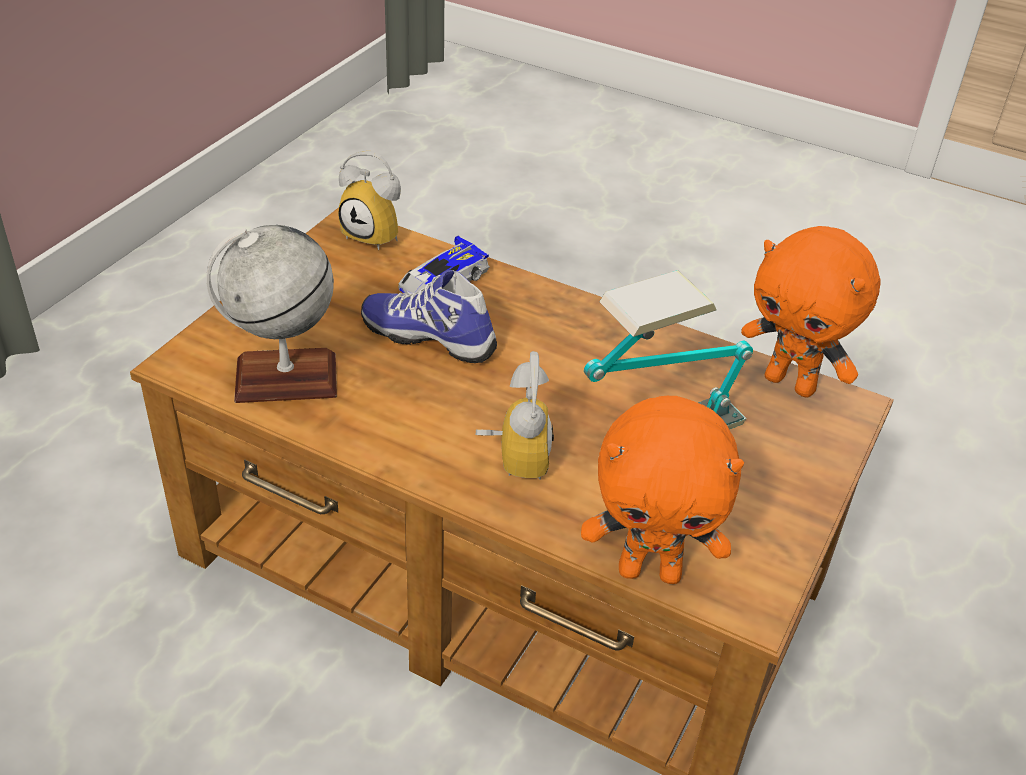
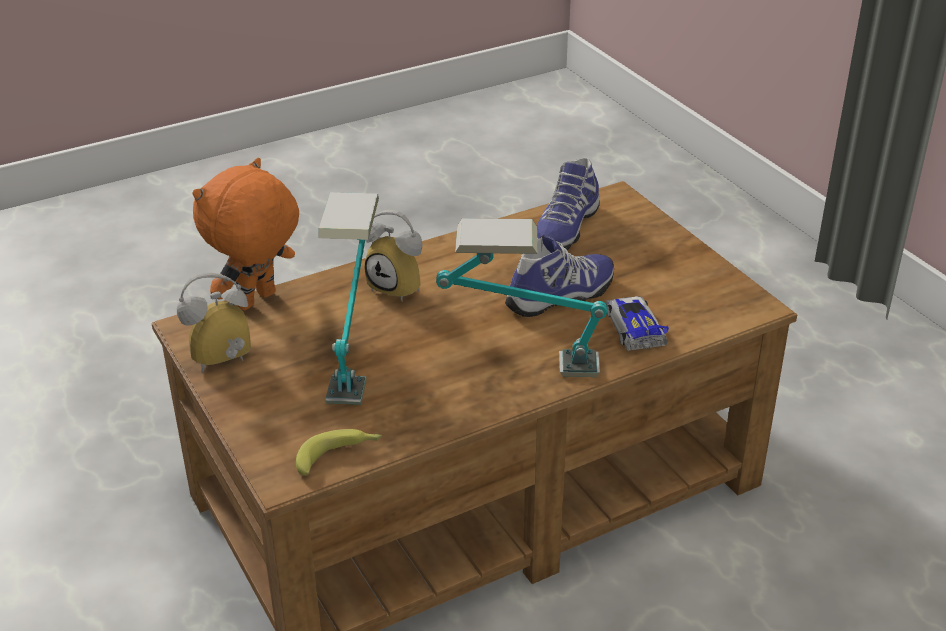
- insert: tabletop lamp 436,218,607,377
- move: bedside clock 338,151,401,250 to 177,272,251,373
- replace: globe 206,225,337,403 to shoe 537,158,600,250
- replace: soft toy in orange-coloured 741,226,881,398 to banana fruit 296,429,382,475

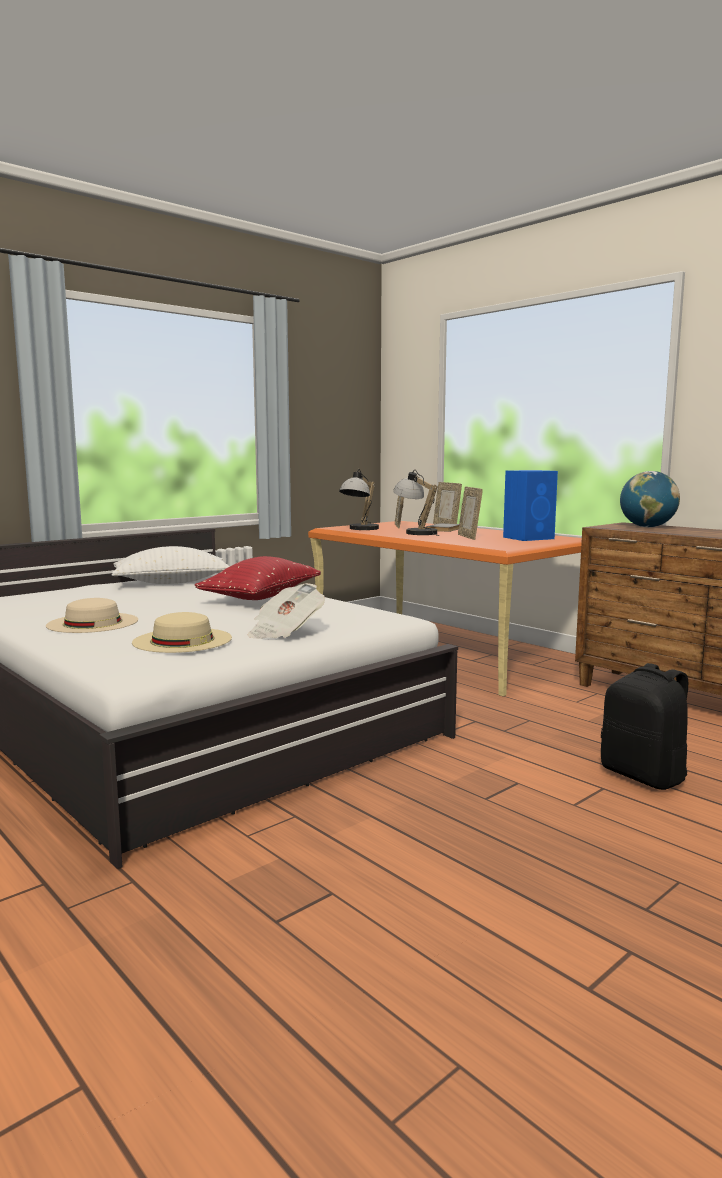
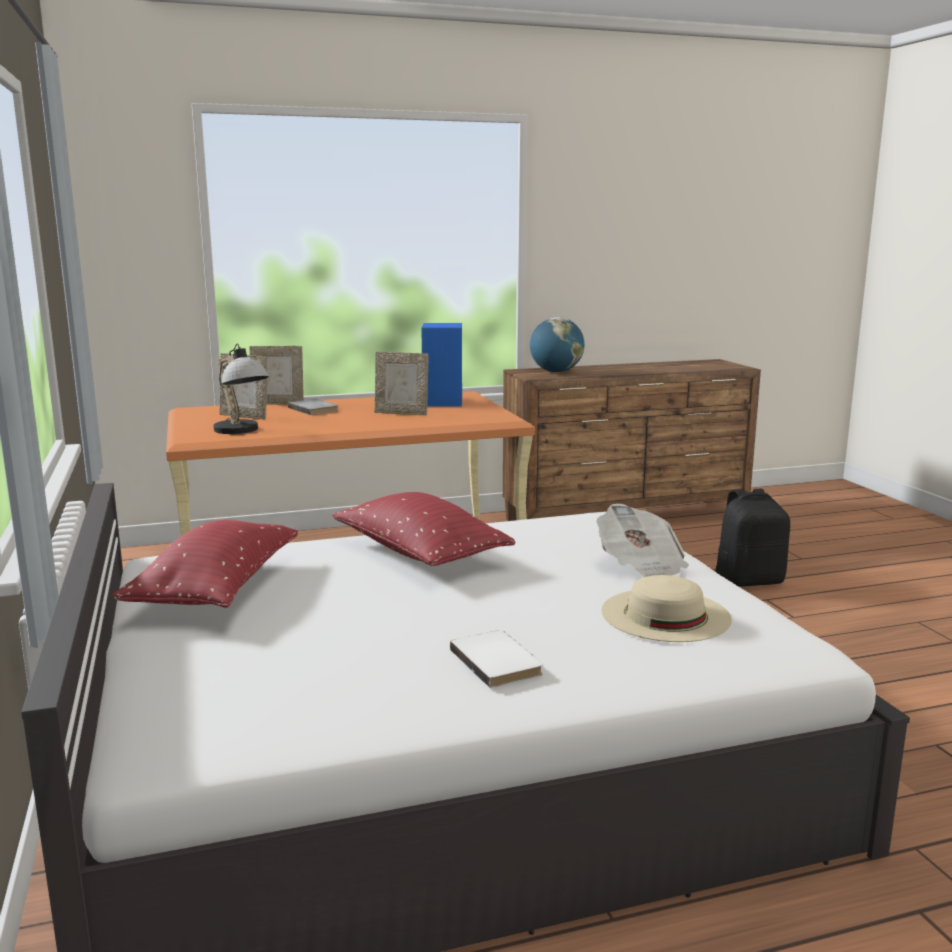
- delete: tabletop lamp 393,470,440,536
- replace: wearable hat in sand-coloured 46,598,138,633 to volume in white 450,630,543,688
- recolor: throw pillow in white 112,546,230,584 to throw pillow in red-coloured 113,520,298,608

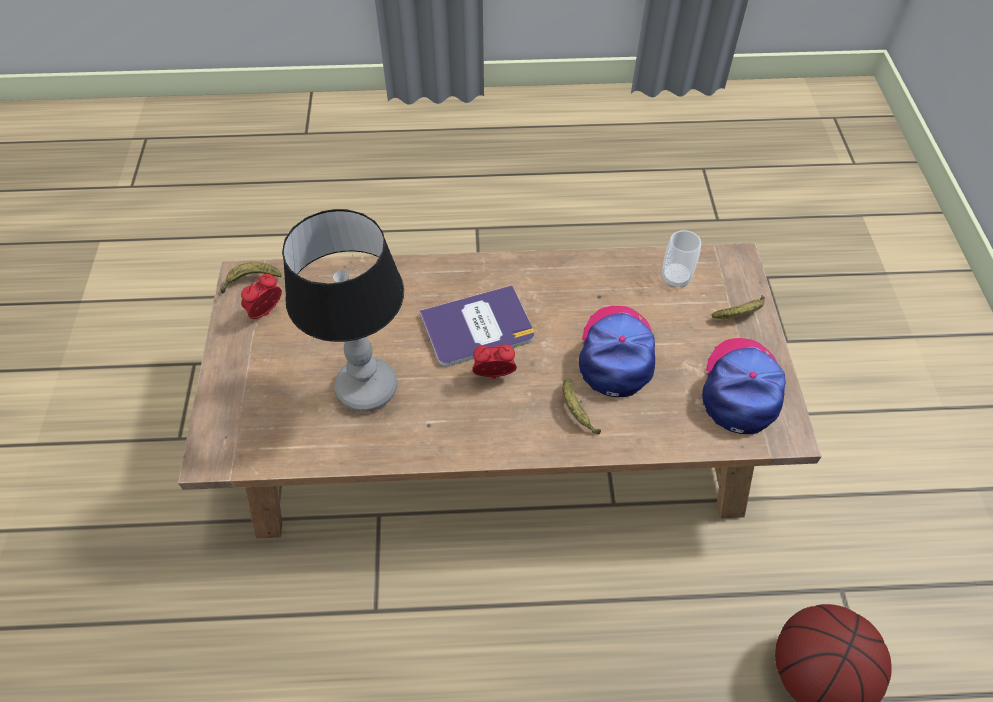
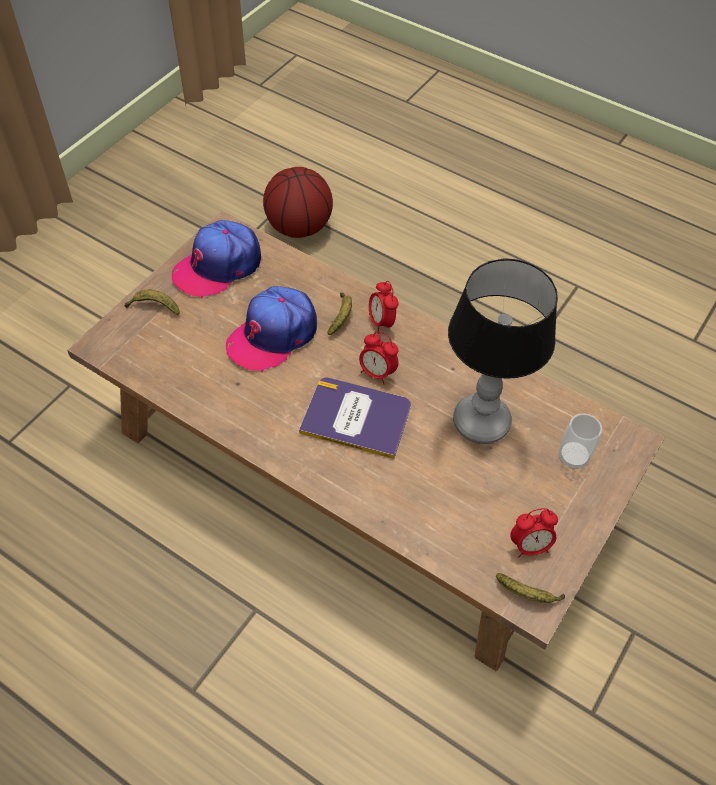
- insert: bedside clock 369,281,399,334
- move: drinking cup 662,230,701,287 to 559,414,602,470

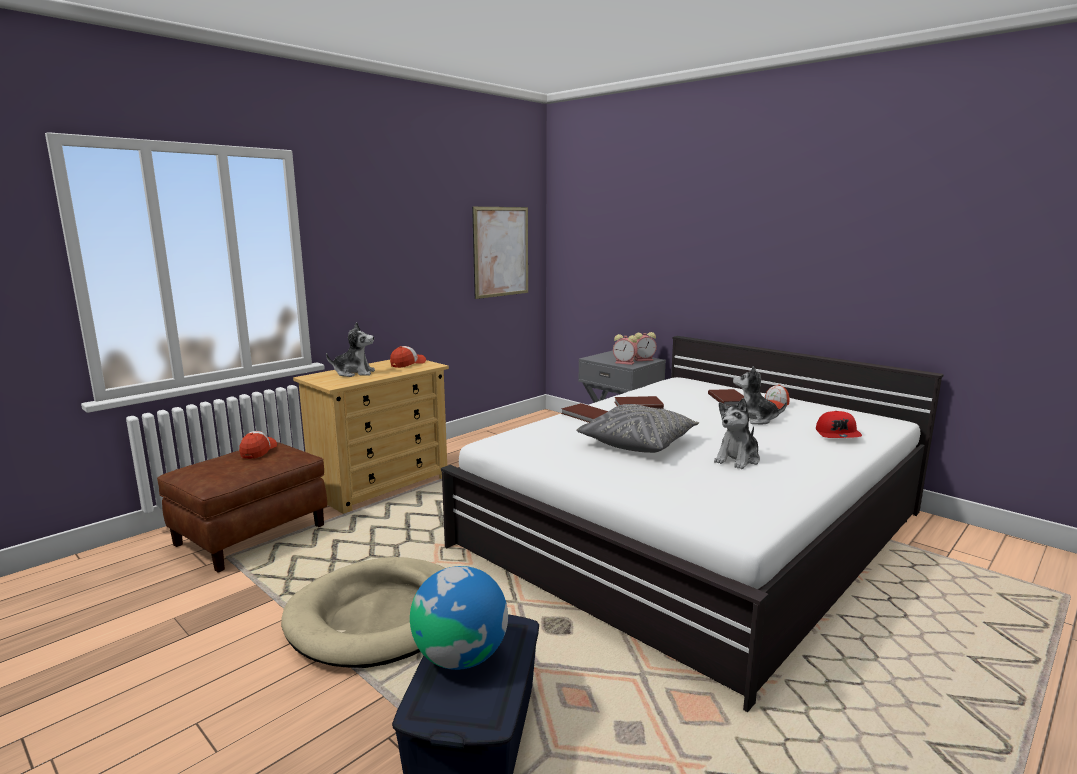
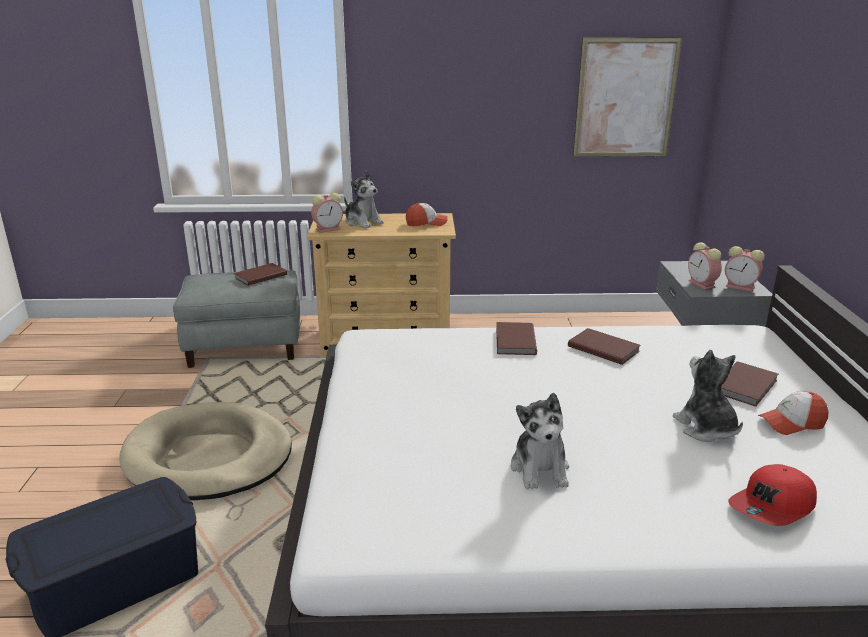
- delete: globe 410,566,508,670
- delete: throw pillow in grey 576,404,699,453
- insert: bedside clock 311,193,343,233
- replace: peaked cap 239,431,277,459 to volume in brown-coloured 234,263,287,286
- recolor: ottoman in brown-coloured 157,442,327,572 to ottoman in grey 173,270,300,368
- rotate: soft toy 714,398,760,469 = 511,393,569,489 90 degrees counterclockwise

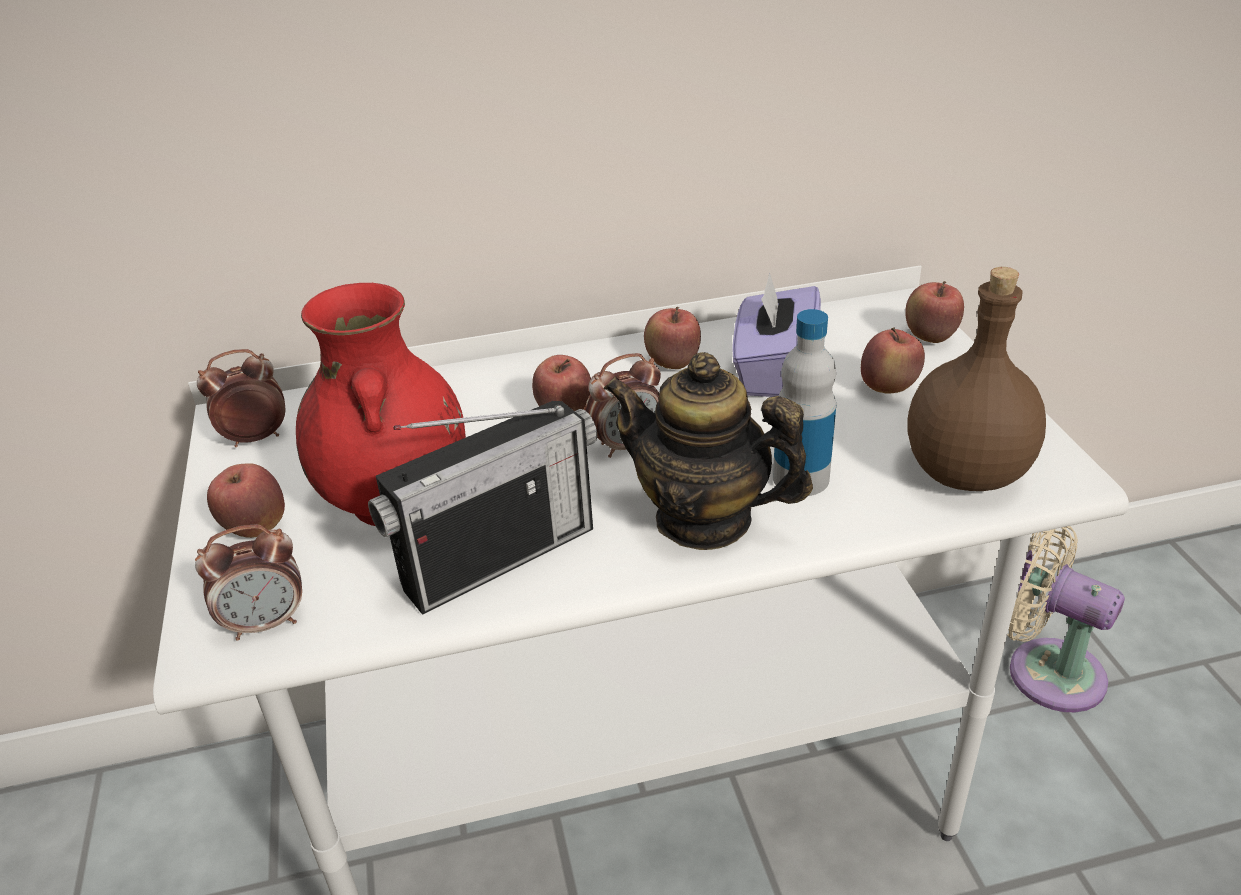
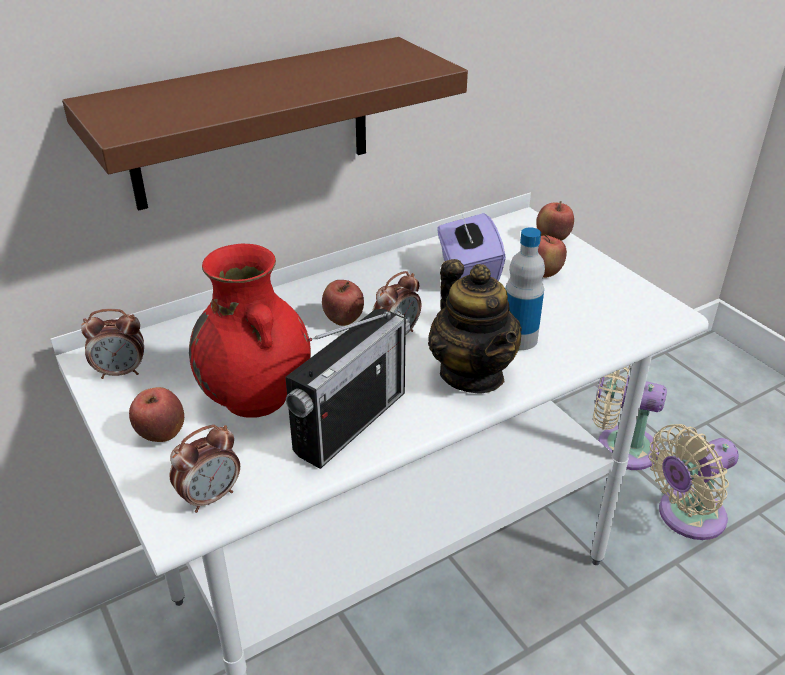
- delete: apple 644,307,701,369
- delete: beverage bottle in brown-coloured 907,267,1046,491
- insert: bracket shelf in brown-coloured 62,37,468,211
- insert: fan in sand-coloured 649,424,739,540
- rotate: bedside clock 197,349,286,447 = 81,309,144,379 150 degrees counterclockwise
- rotate: teapot 604,352,813,550 = 428,259,522,393 120 degrees counterclockwise

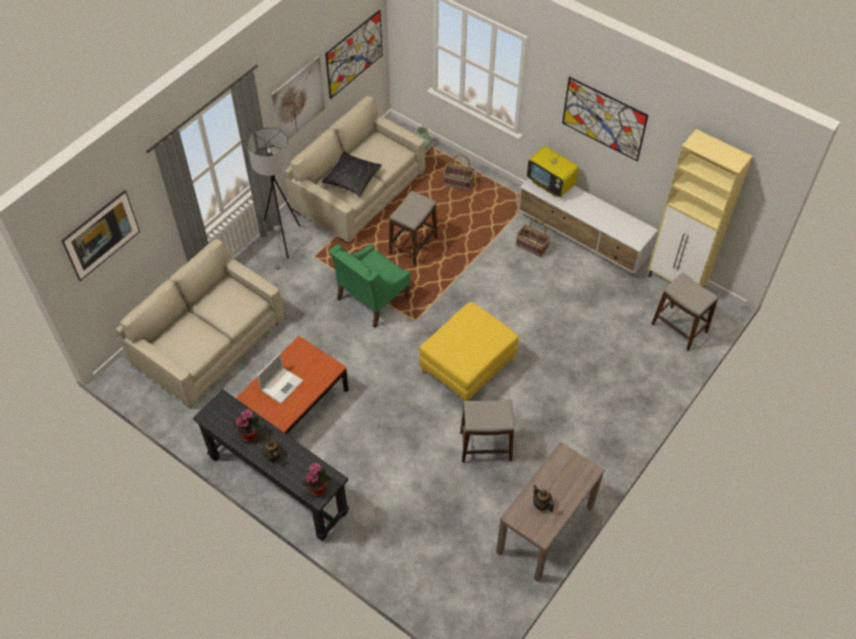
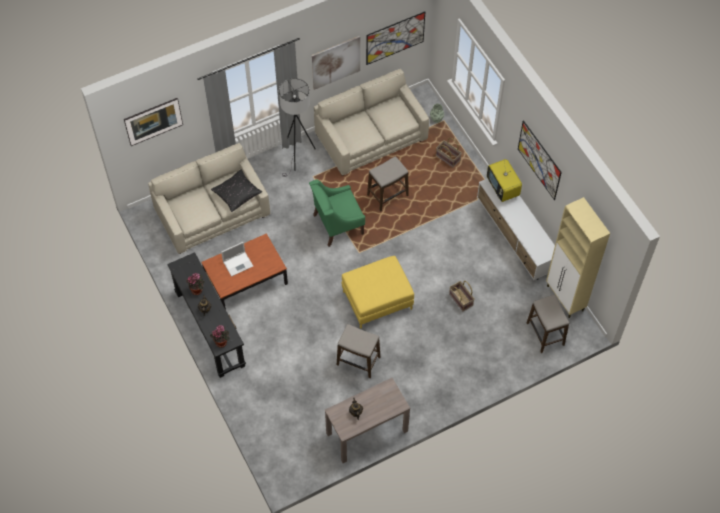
- move: throw pillow in blackish 322,152,382,196 to 211,170,262,212
- move: basket 516,218,551,257 to 449,281,475,312

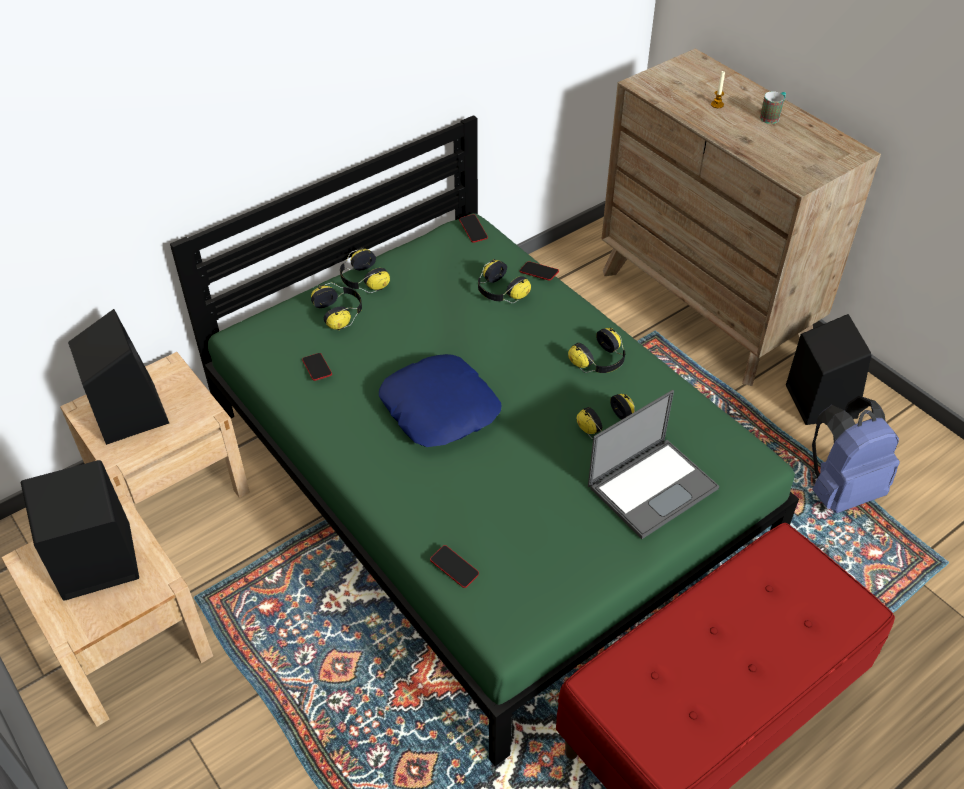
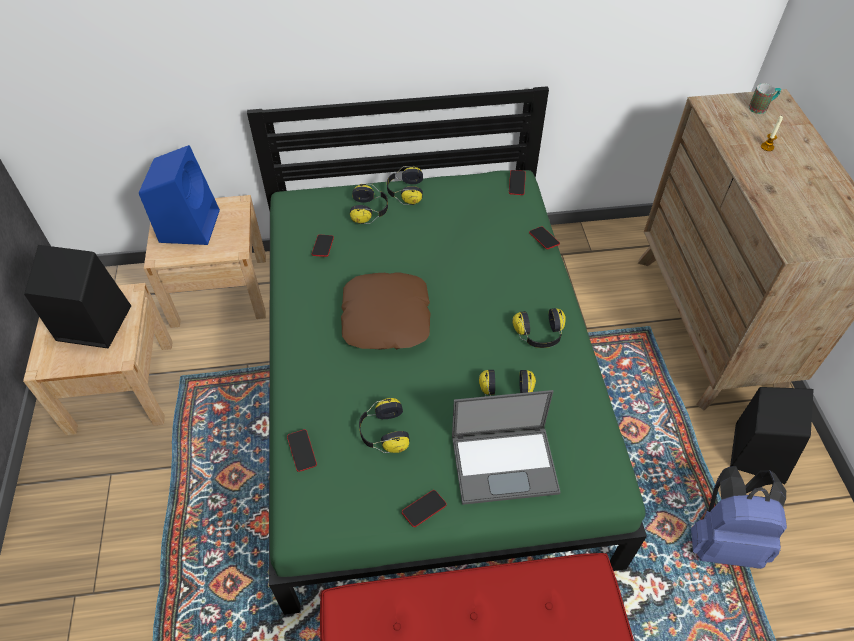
- insert: phone 402,490,447,527
- move: headset 478,259,531,303 to 359,398,410,453
- move: mug 760,91,786,124 to 749,83,781,114
- recolor: loudspeaker in blackish 68,309,169,445 to loudspeaker in blue-coloured 139,145,220,245
- recolor: throw pillow in blue-coloured 379,354,501,447 to throw pillow in brown-coloured 341,272,431,349

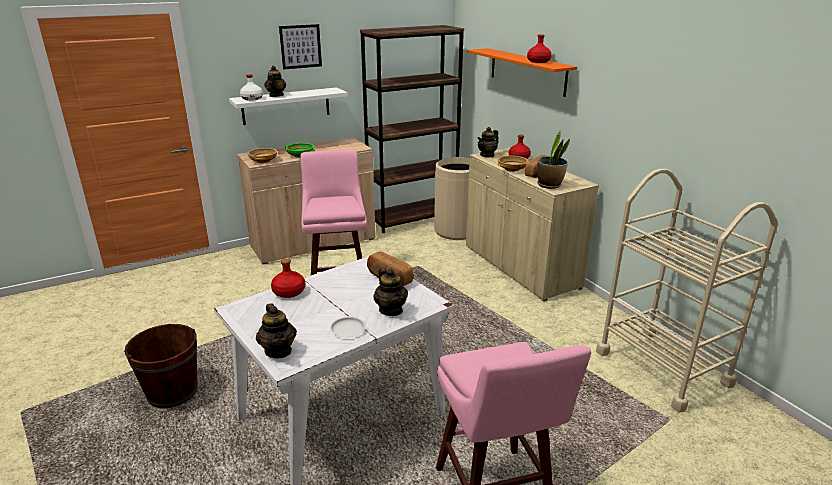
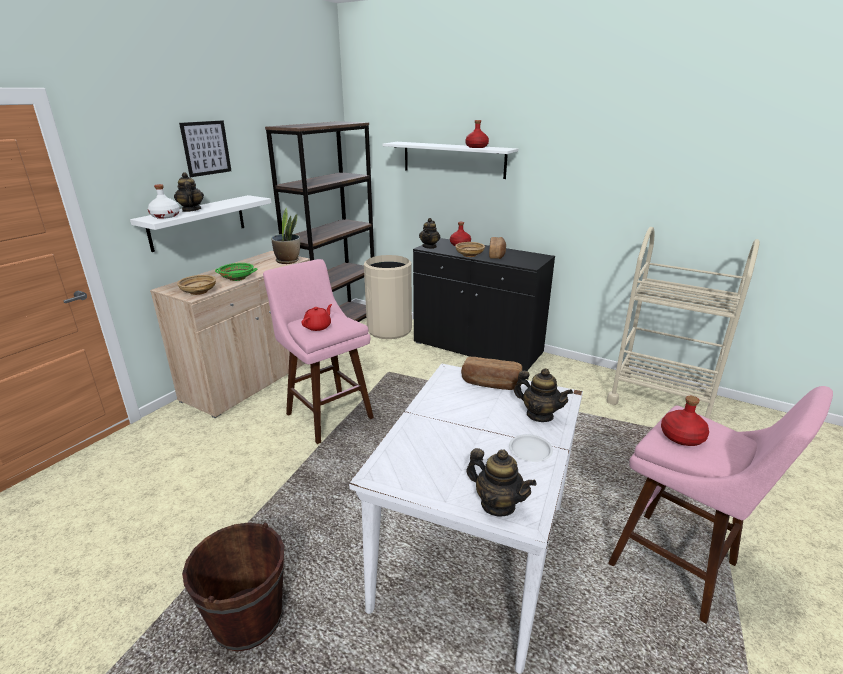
- insert: teapot in red-coloured 302,304,332,331
- move: beverage bottle in red-coloured 271,258,305,298 to 661,396,709,446
- move: plant in a pot 537,130,570,189 to 271,208,300,264
- recolor: cupboard in sand-coloured 466,148,599,301 to cupboard in blackish 413,238,555,371
- recolor: bracket shelf in orange-coloured 467,48,577,97 to bracket shelf in white 383,142,519,179

